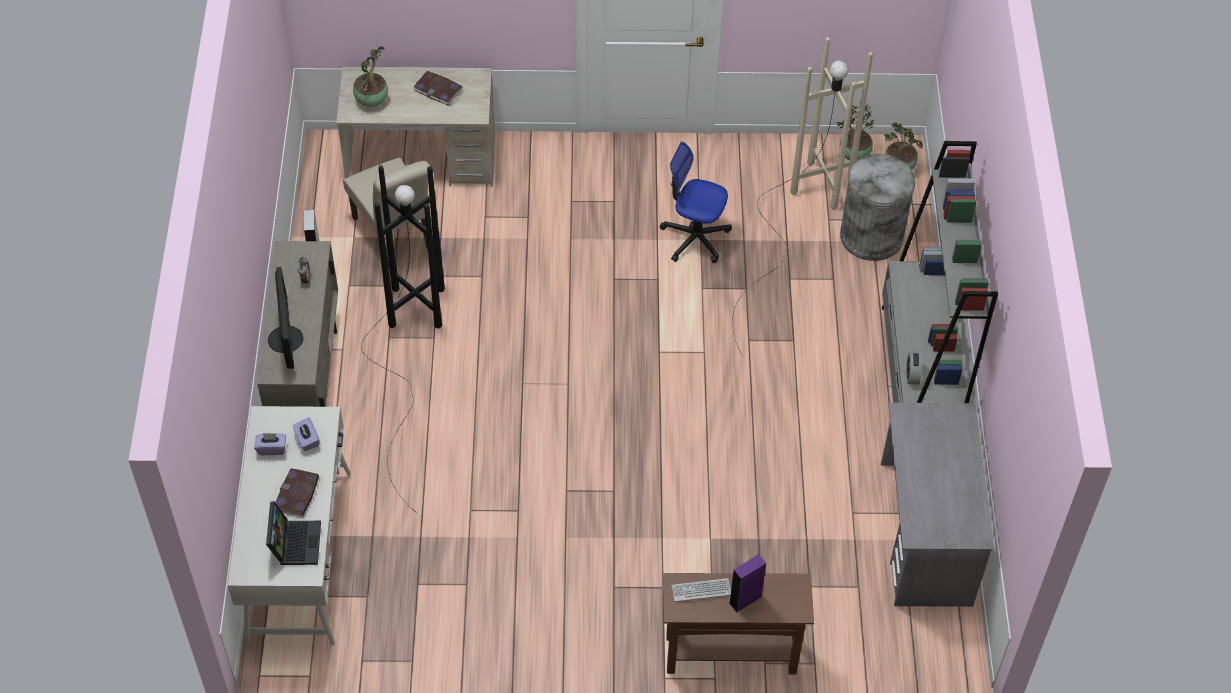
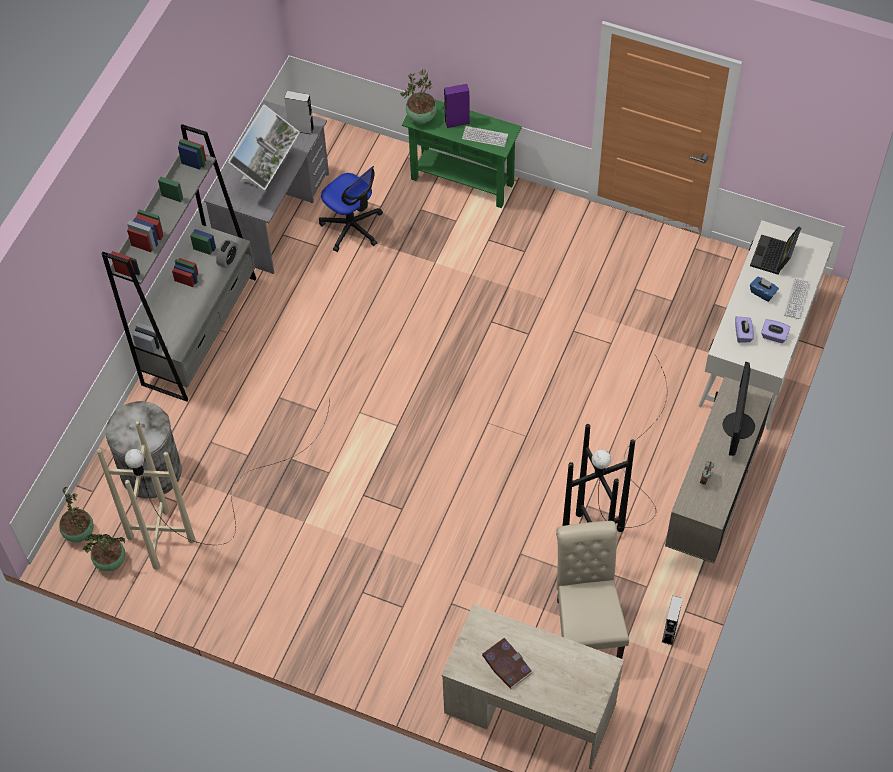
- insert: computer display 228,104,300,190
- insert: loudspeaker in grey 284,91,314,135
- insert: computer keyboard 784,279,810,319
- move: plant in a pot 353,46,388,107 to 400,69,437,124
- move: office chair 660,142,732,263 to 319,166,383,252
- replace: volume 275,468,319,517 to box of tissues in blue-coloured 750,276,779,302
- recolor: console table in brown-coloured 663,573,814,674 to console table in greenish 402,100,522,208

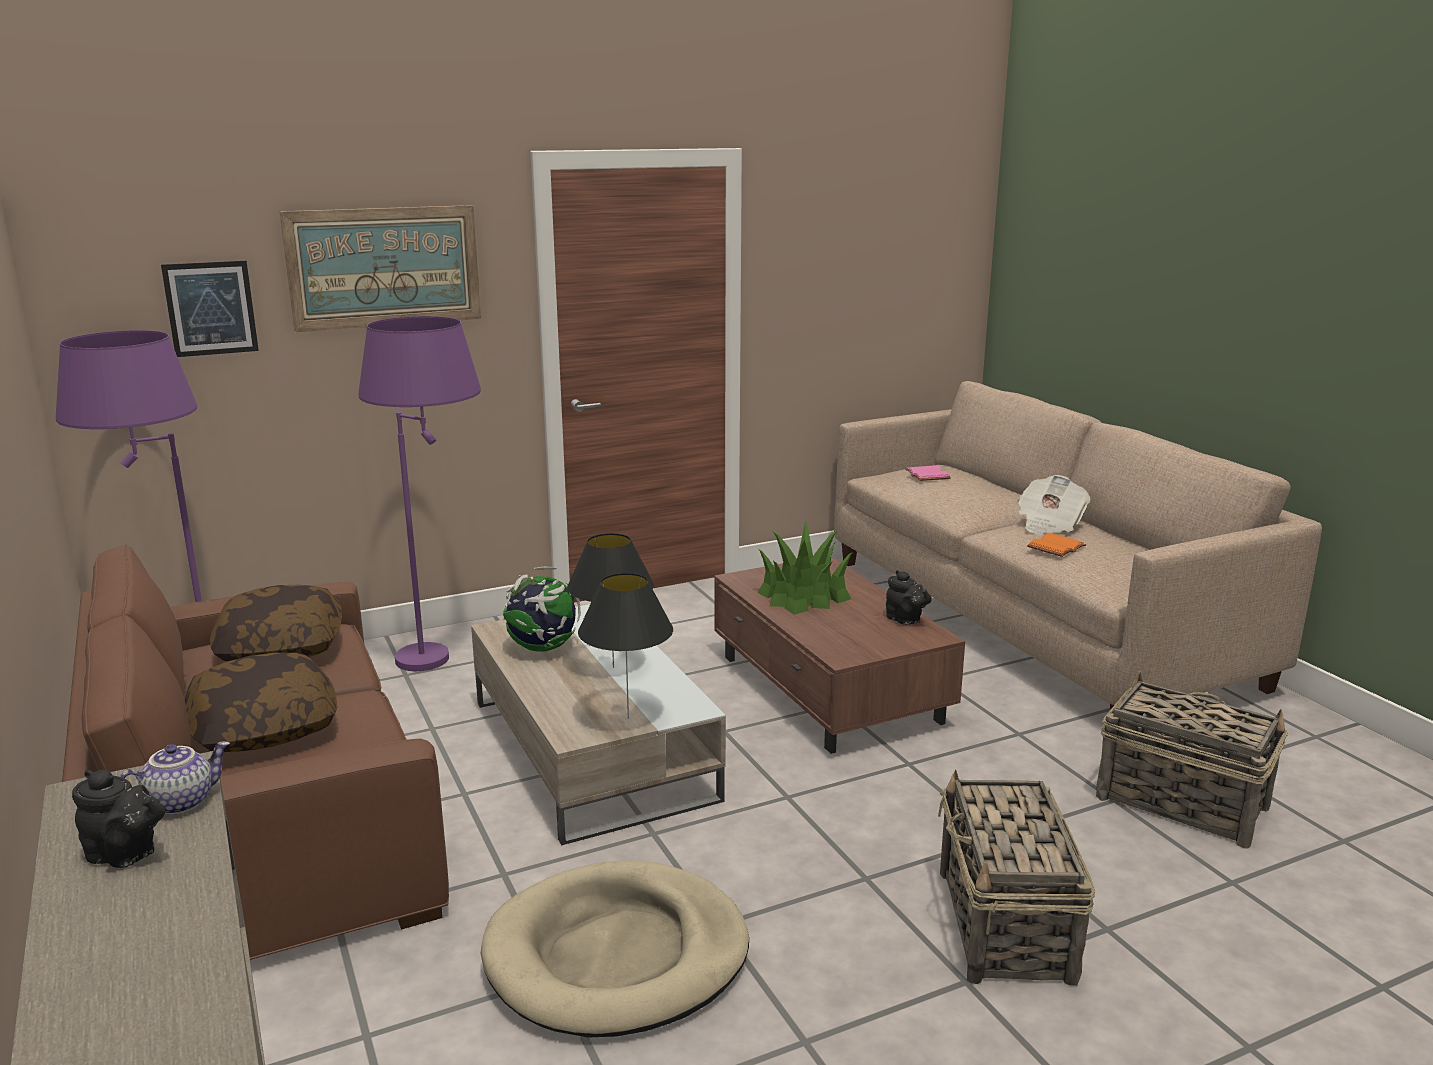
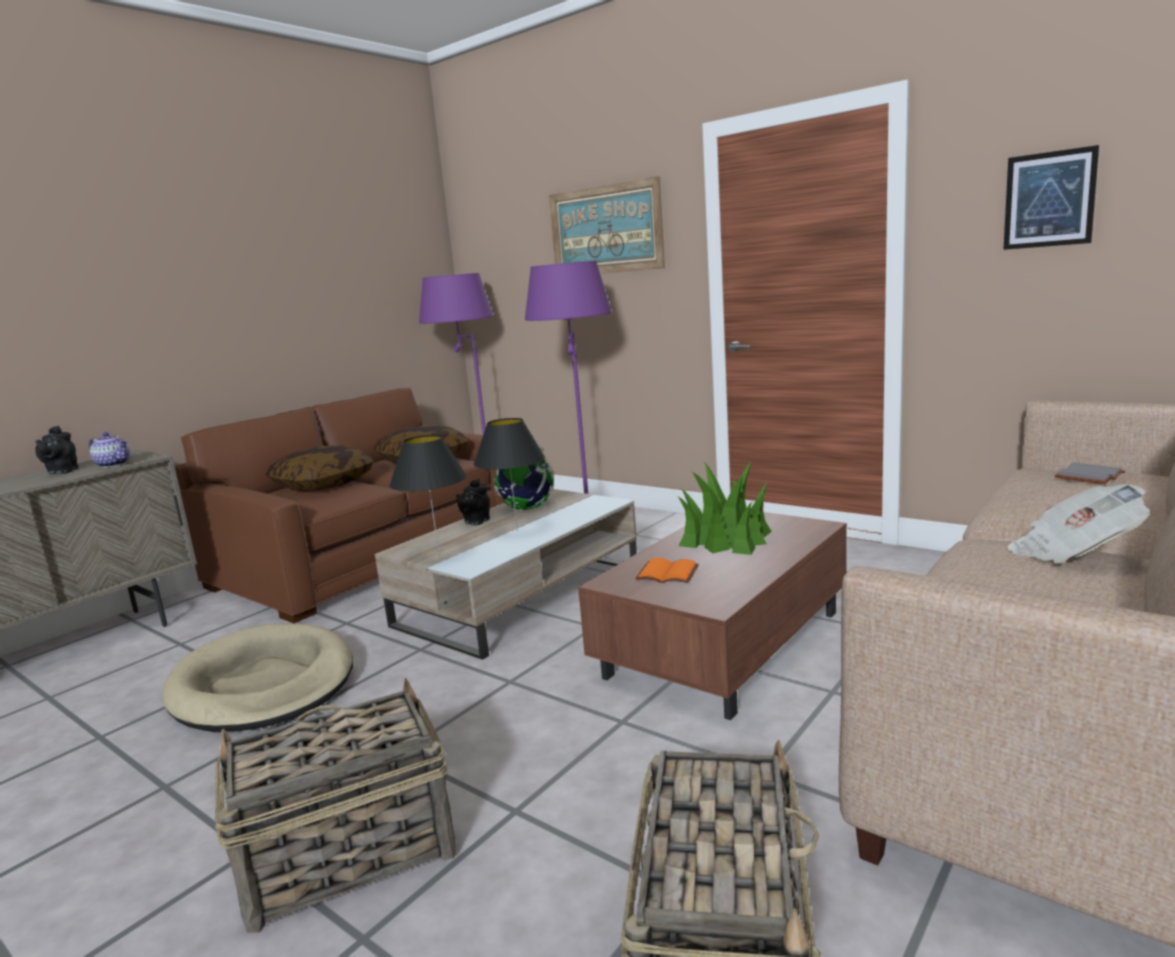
- move: wall picture 161,261,259,357 to 1003,145,1099,250
- move: teapot in blackish 886,570,932,625 to 456,479,490,525
- move: volume in orange-coloured 1027,533,1086,557 to 635,558,699,583
- recolor: volume in pink-coloured 905,466,951,481 to volume in grey 1055,463,1125,484

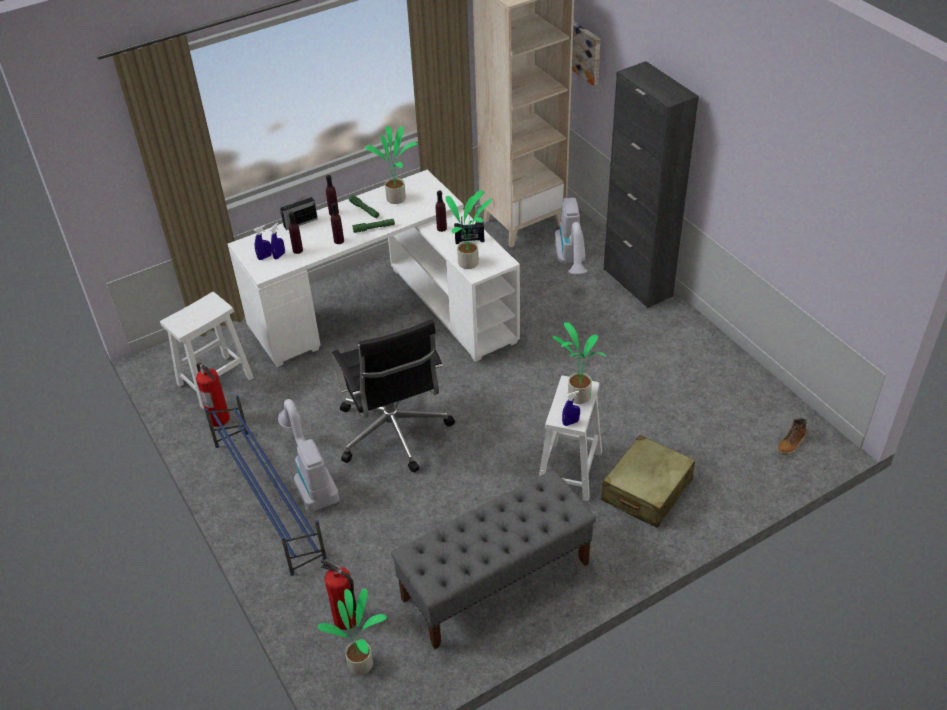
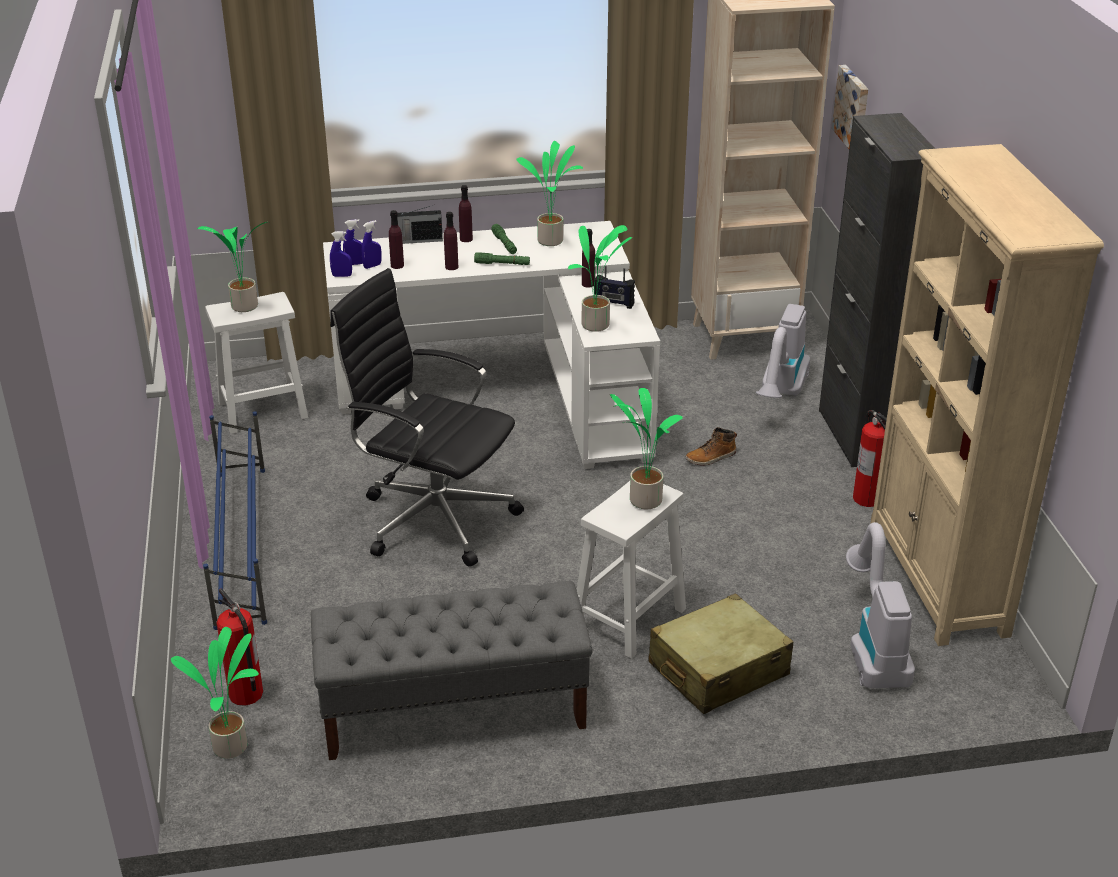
- insert: plant in a pot 197,222,267,312
- insert: shelving unit in sand-coloured 870,144,1104,646
- move: extinguisher 196,363,230,427 to 853,410,887,507
- move: vacuum 278,399,340,512 to 846,522,915,688
- move: hand sprayer in blue-coloured 562,391,580,426 to 330,231,352,277
- move: high-top boot 777,418,807,455 to 686,427,737,466
- rotate: office chair in blackish 332,319,455,473 = 330,268,524,567 120 degrees clockwise

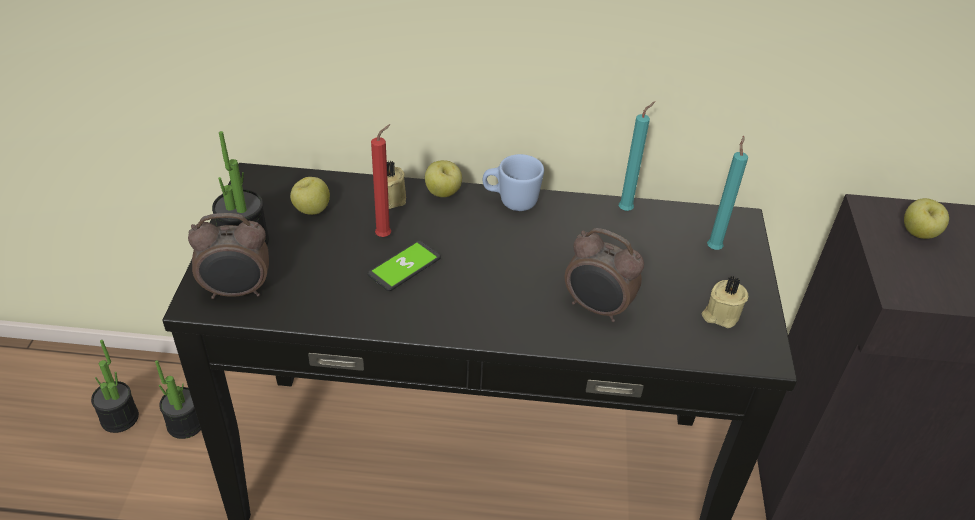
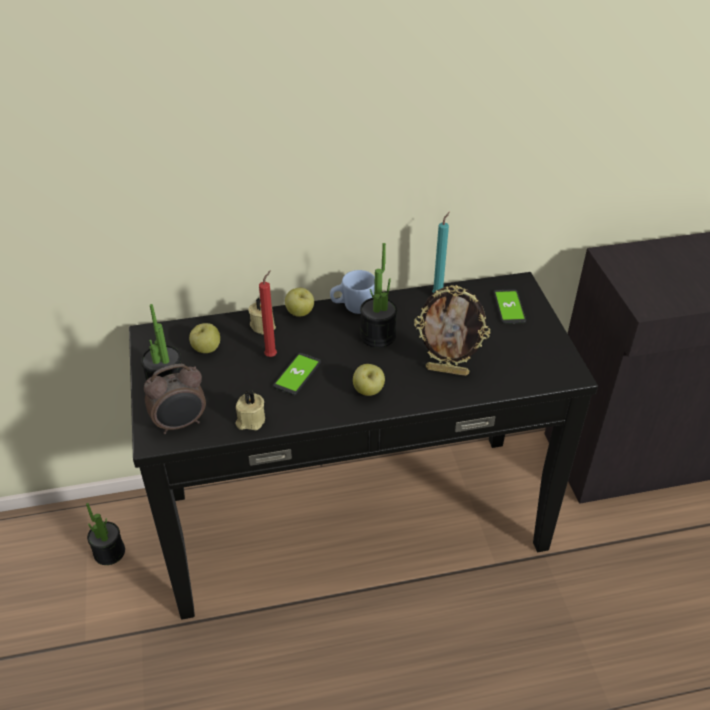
- move: plant in a pot 91,340,139,433 to 360,243,397,348
- move: wax candle in sand-coloured 701,275,748,328 to 235,390,265,430
- move: apple 904,198,949,239 to 353,364,385,396
- replace: bedside clock 565,228,644,322 to photo frame 414,285,490,376
- replace: wax candle in blue-green 707,136,748,250 to phone 493,289,526,324

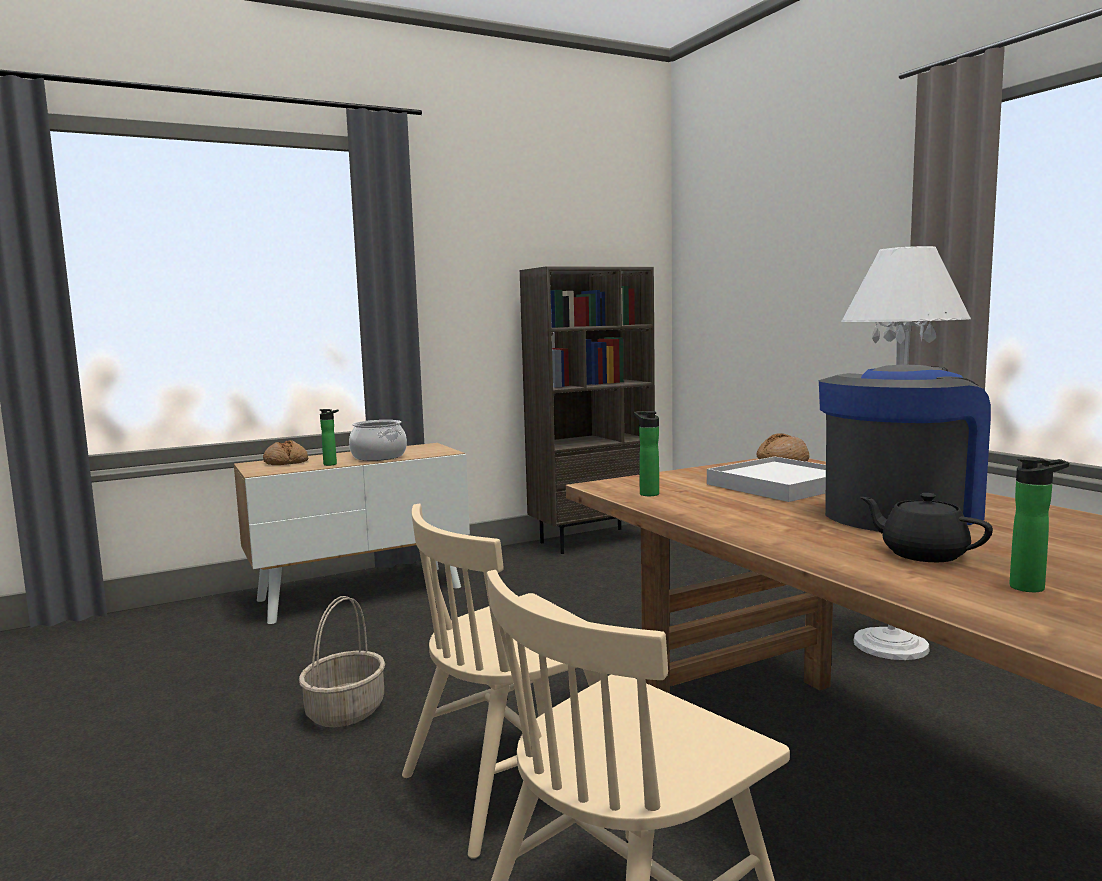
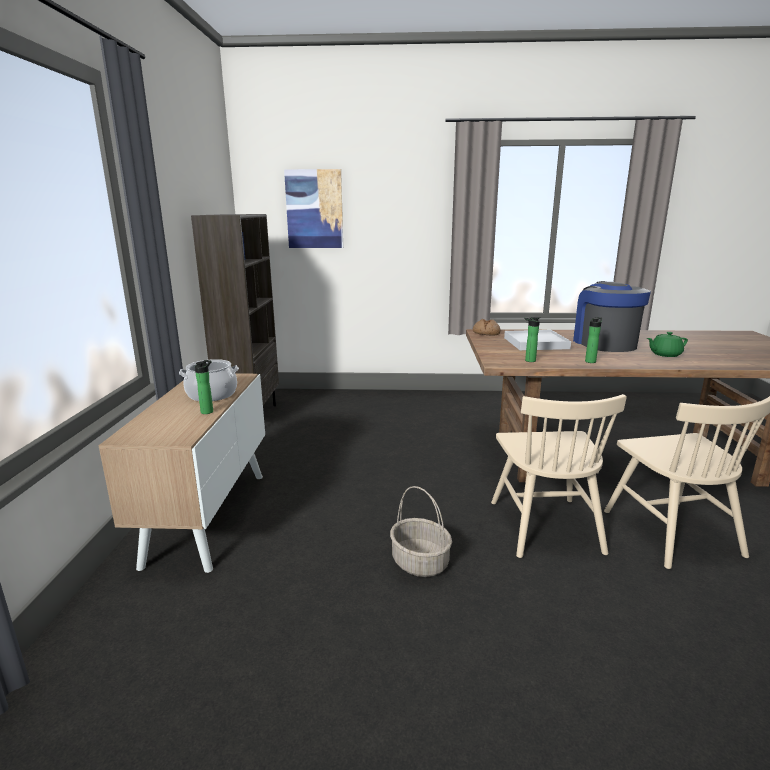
- delete: bakery bread 263,440,308,465
- delete: floor lamp in white 841,246,971,660
- insert: wall picture 284,169,343,248
- move: beverage bottle 1009,457,1069,592 to 585,317,602,363
- recolor: teapot in blackish 860,493,993,562 to teapot in greenish 647,332,688,357

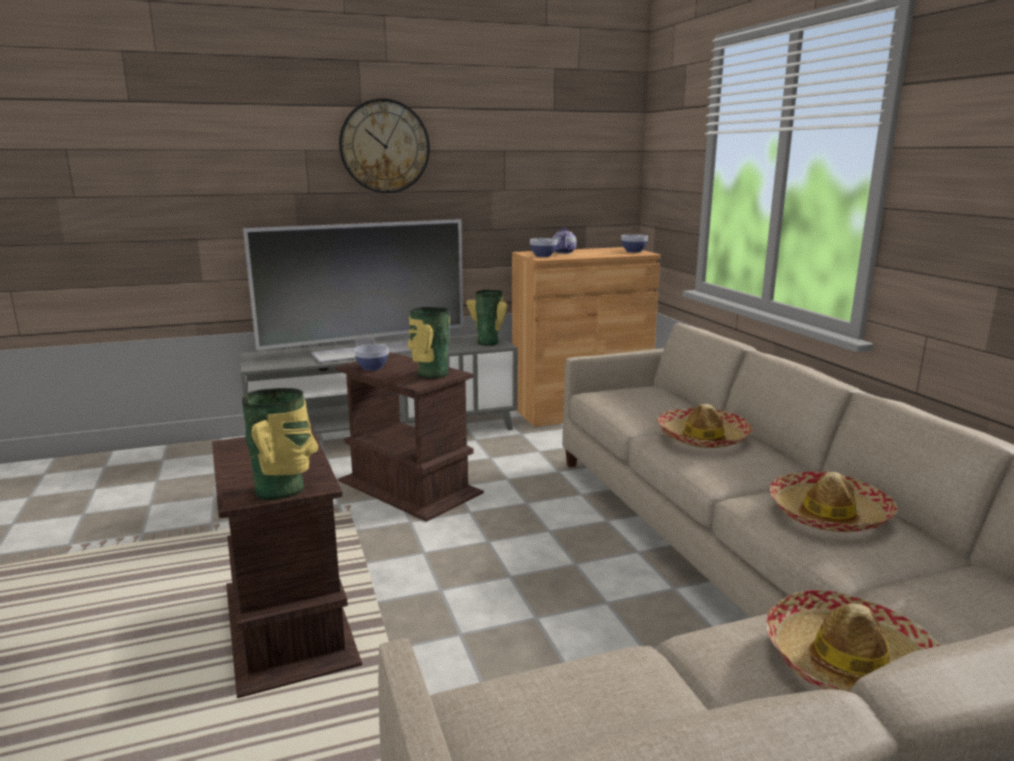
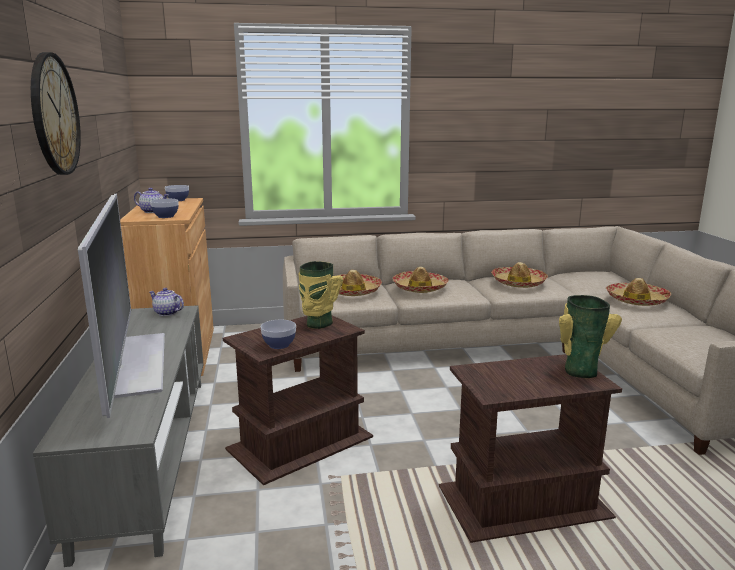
- insert: wearable hat 338,270,382,296
- replace: flower vase 466,290,507,346 to teapot 149,288,184,316

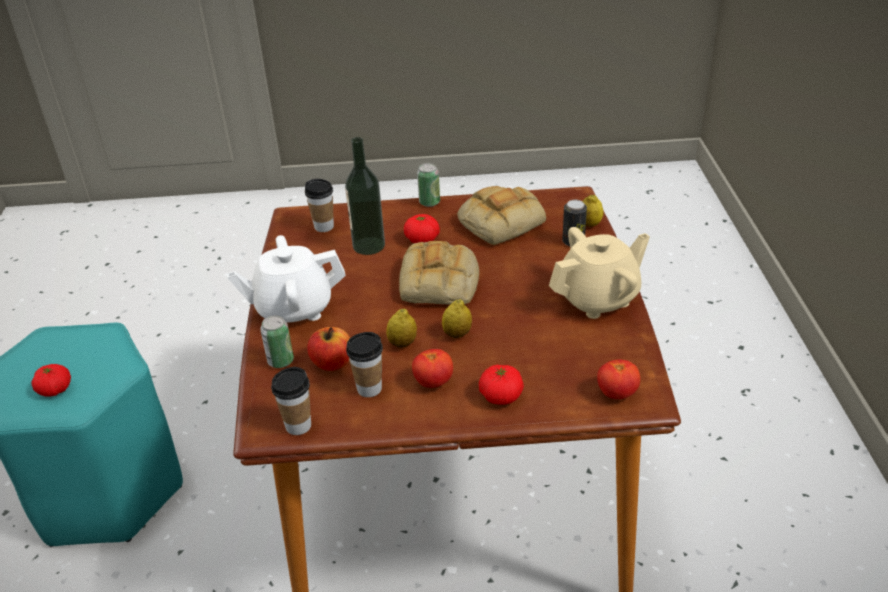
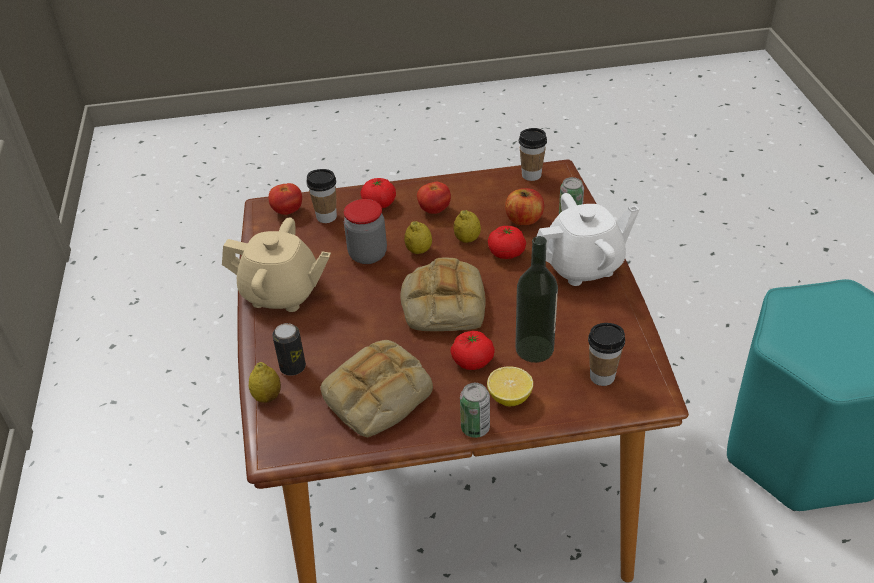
- insert: storage jar 344,199,387,264
- insert: lemon 487,367,533,406
- move: fresh tomato 32,364,71,396 to 488,226,526,259
- move: drinking cup 346,332,383,397 to 306,169,337,223
- rotate: teapot in sand-coloured 549,227,650,319 = 222,217,331,312 135 degrees counterclockwise

